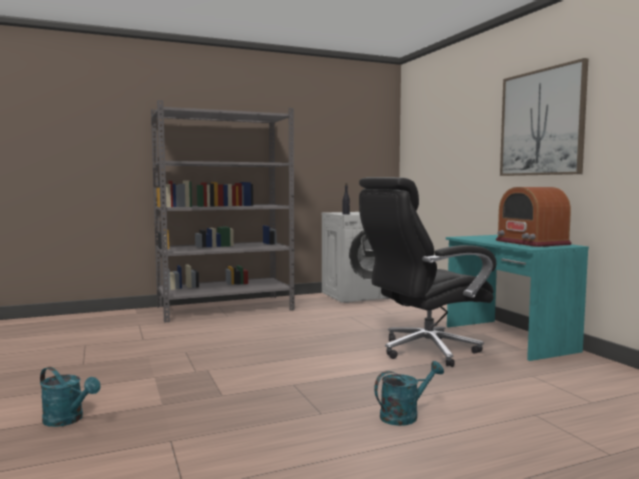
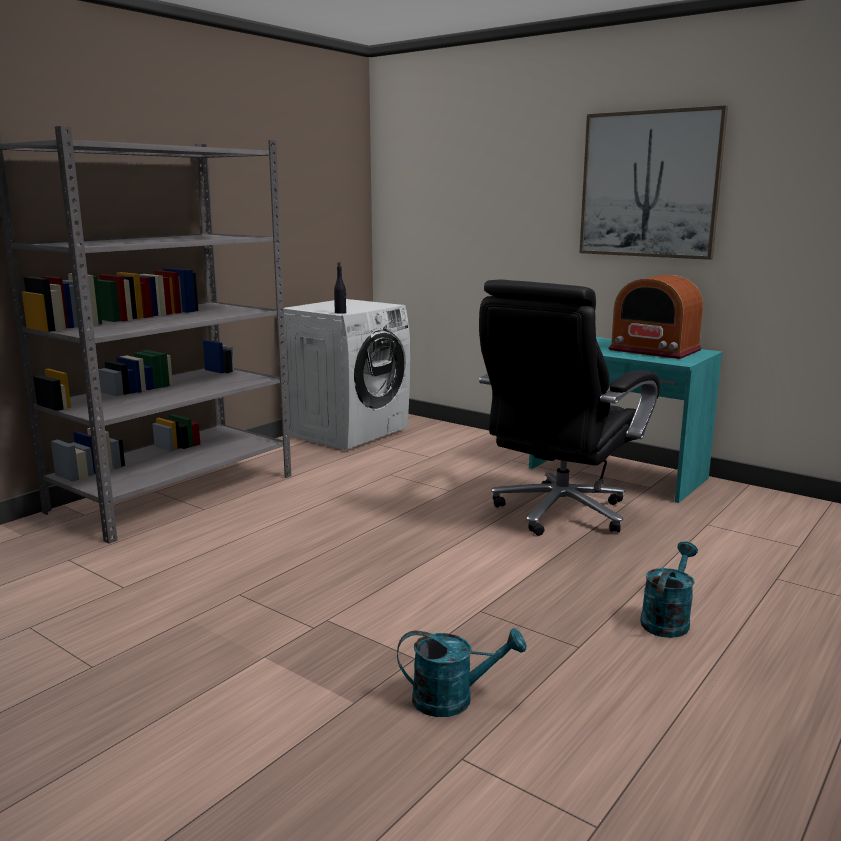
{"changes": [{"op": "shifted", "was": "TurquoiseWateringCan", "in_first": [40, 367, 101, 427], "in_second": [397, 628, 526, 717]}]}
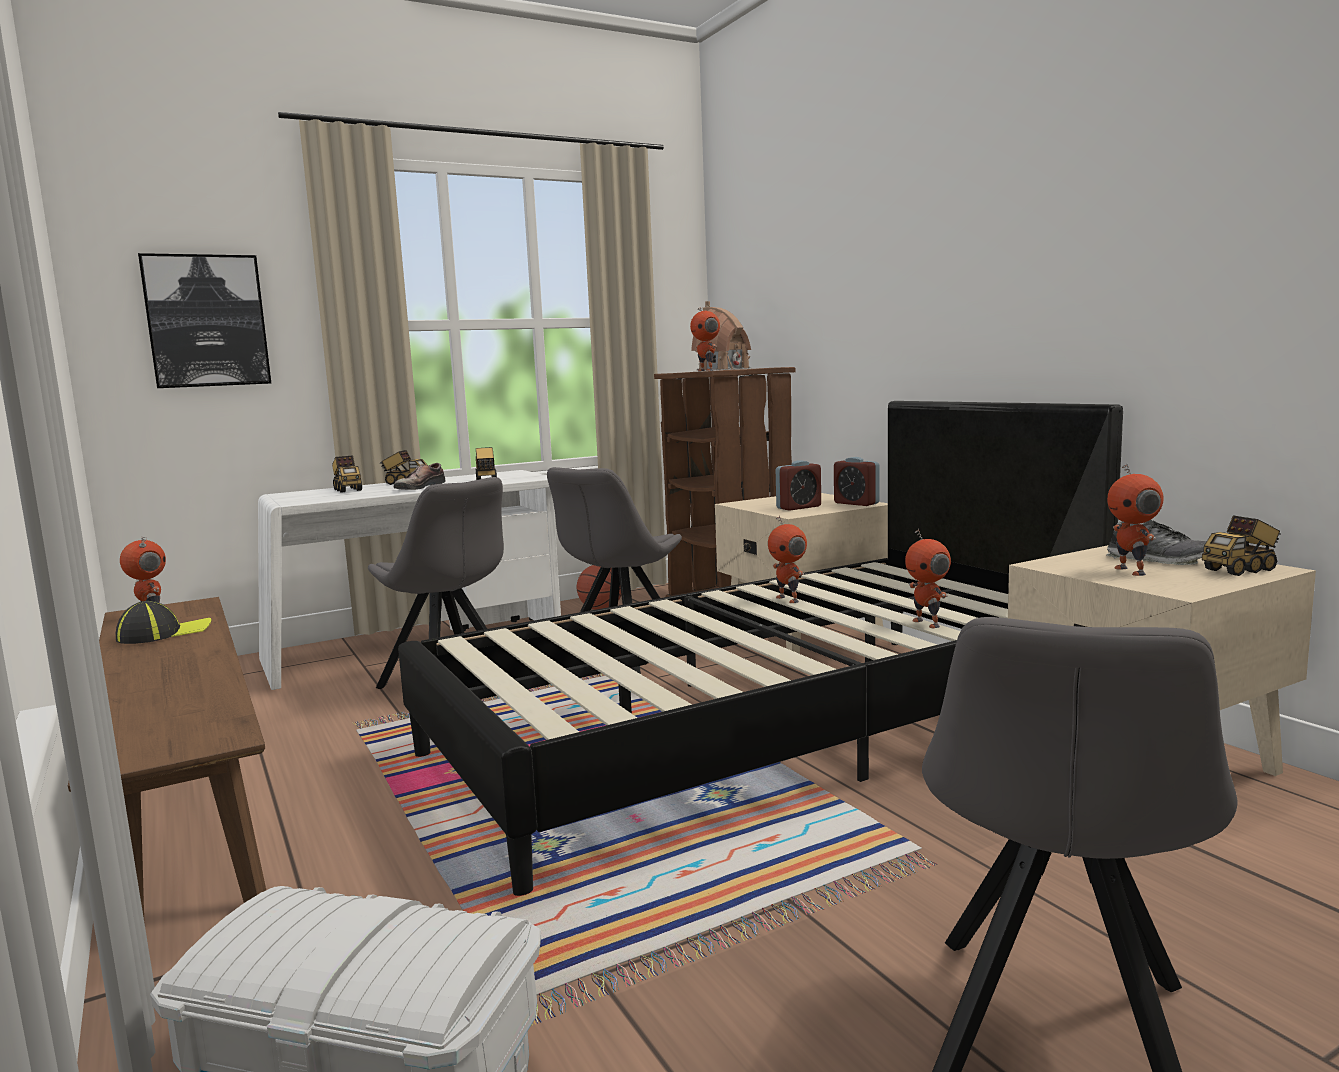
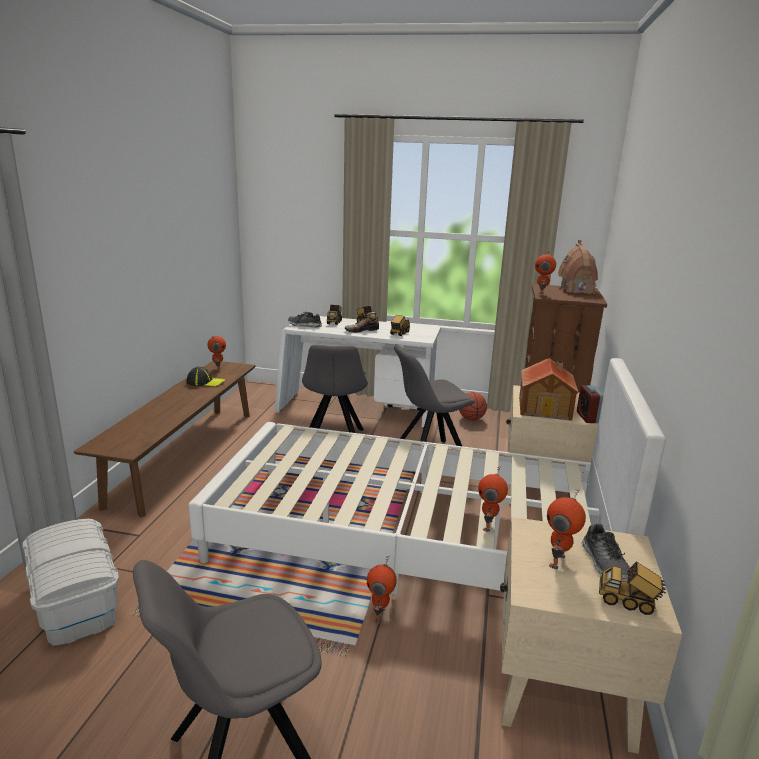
{"changes": [{"op": "repainted", "was": "BlackBed", "now": "WhiteBed", "in_first": [398, 401, 1123, 896], "in_second": [189, 358, 666, 595]}, {"op": "new", "now": "Shoe", "in_second": [288, 312, 322, 328]}, {"op": "shifted", "was": "ToyRobot", "in_first": [768, 515, 807, 603], "in_second": [367, 556, 397, 624]}, {"op": "swapped", "was": "AlarmClock", "now": "ToyHouse", "in_first": [776, 460, 821, 511], "in_second": [519, 358, 578, 421]}, {"op": "gone", "was": "Picture", "in_first": [138, 253, 271, 388]}]}
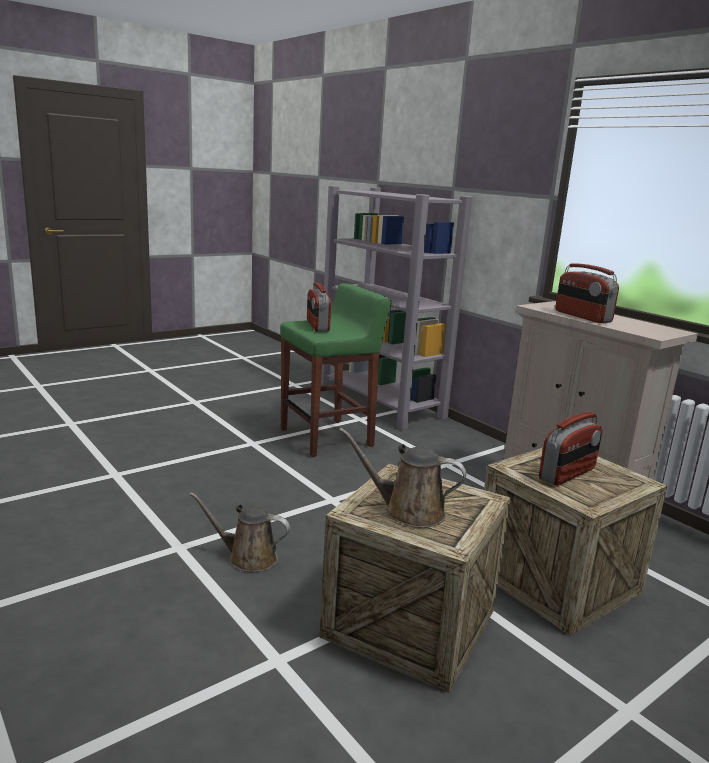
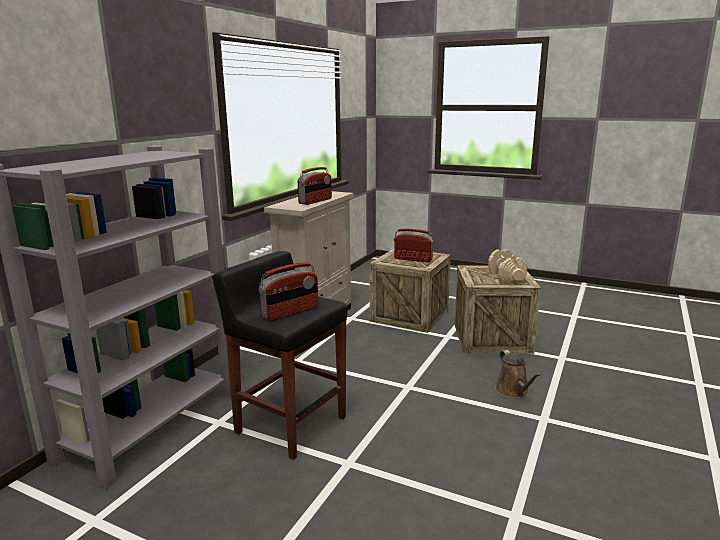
{"changes": [{"op": "repainted", "was": "GreenStool", "now": "BlackStool", "in_first": [280, 283, 392, 457], "in_second": [212, 251, 348, 460]}, {"op": "swapped", "was": "BrownWateringCan", "now": "BeigeDumbbell", "in_first": [339, 428, 466, 528], "in_second": [488, 249, 527, 283]}]}
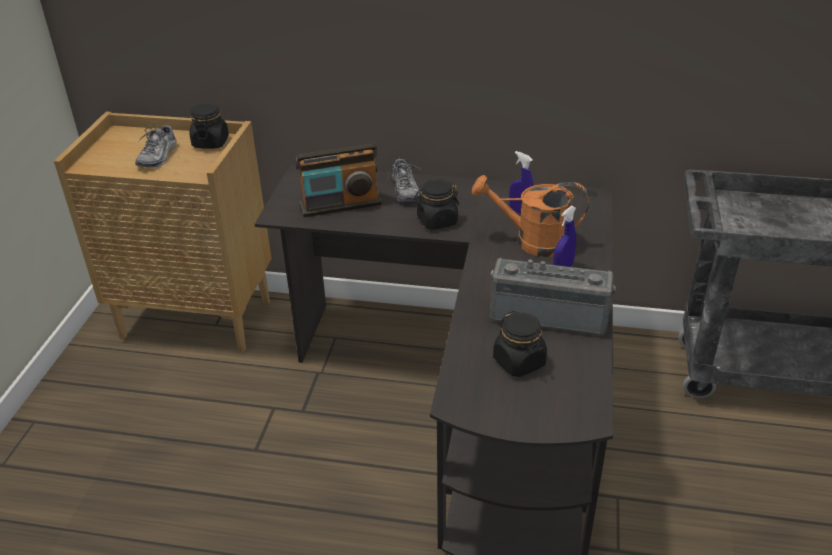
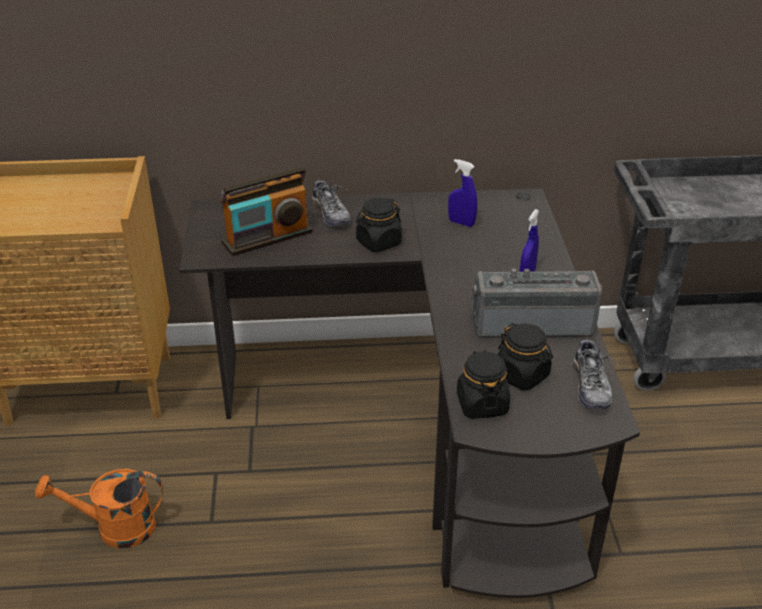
{"changes": [{"op": "shifted", "was": "OrangeWateringCan", "in_first": [472, 175, 589, 257], "in_second": [35, 469, 164, 548]}, {"op": "shifted", "was": "BlackJar", "in_first": [190, 103, 229, 149], "in_second": [457, 350, 510, 419]}, {"op": "shifted", "was": "Shoe", "in_first": [135, 125, 177, 168], "in_second": [570, 335, 619, 410]}]}
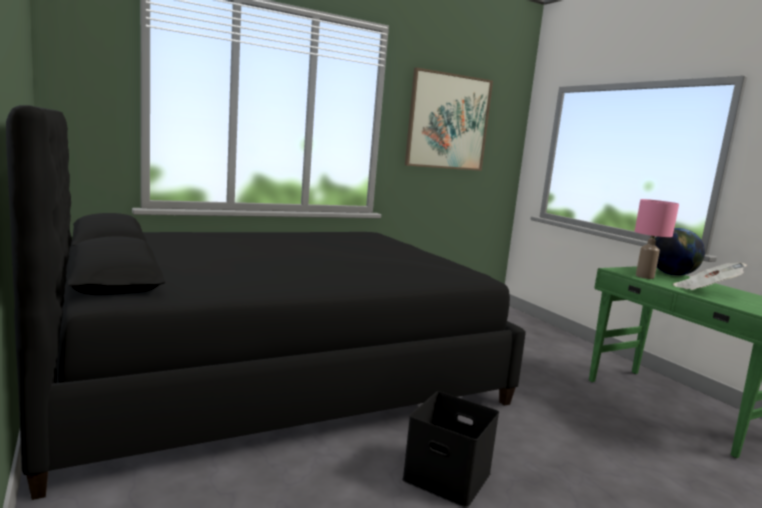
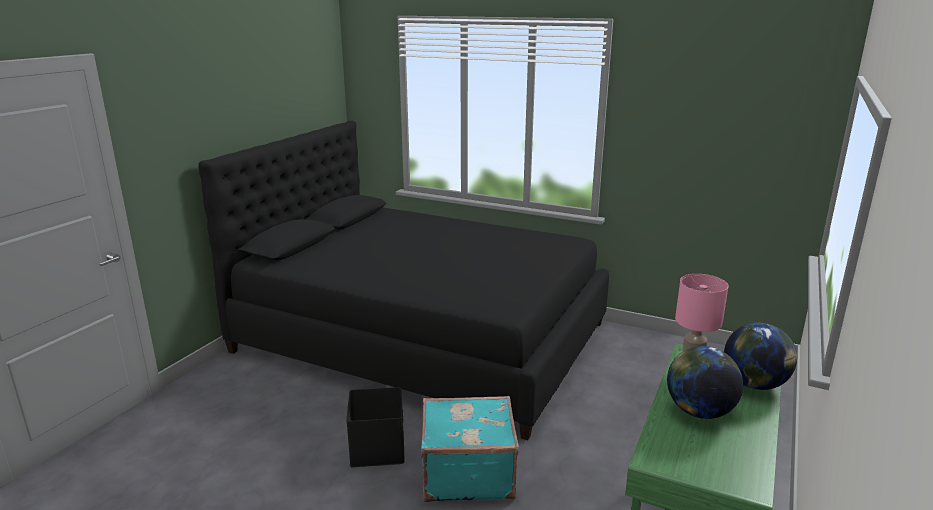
{"changes": [{"op": "new", "now": "TurquoiseSuitcase", "in_second": [421, 396, 519, 502]}, {"op": "swapped", "was": "Newspaper", "now": "Globe", "in_first": [673, 263, 747, 290], "in_second": [667, 346, 743, 419]}, {"op": "gone", "was": "Picture", "in_first": [405, 67, 493, 171]}]}
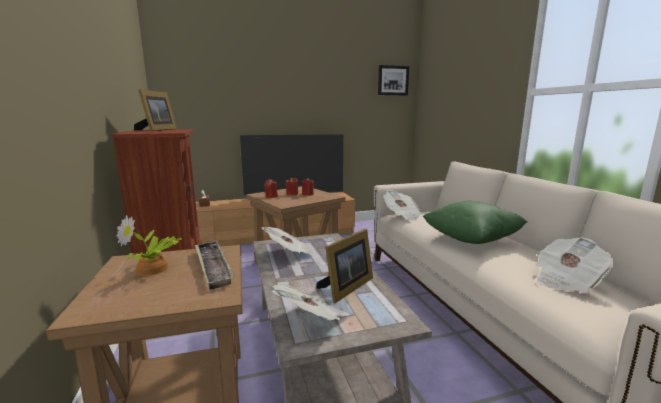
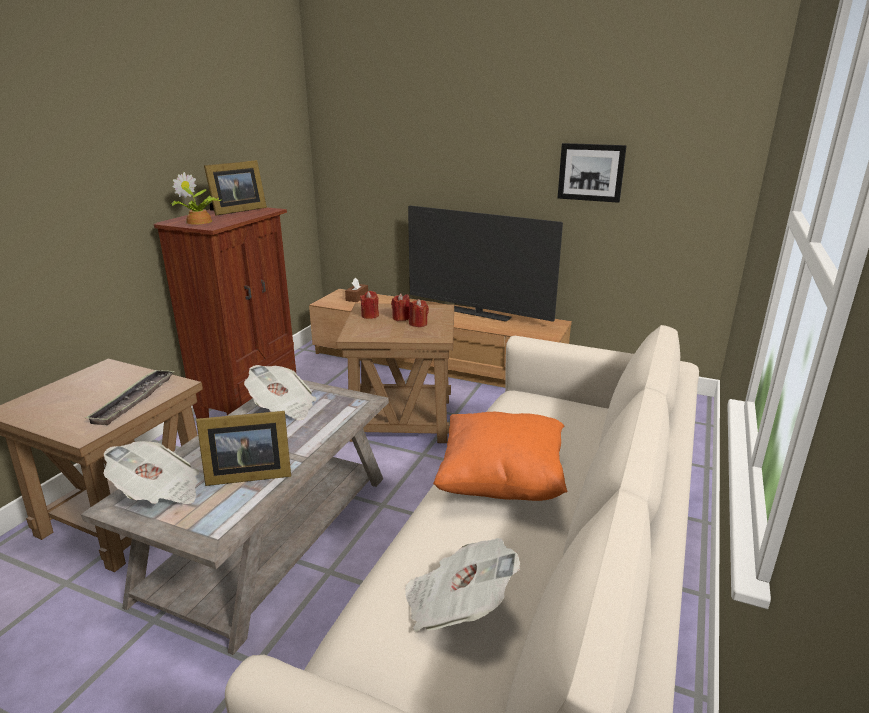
{"changes": [{"op": "shifted", "was": "PottedPlant", "in_first": [116, 215, 182, 276], "in_second": [169, 172, 222, 225]}, {"op": "repainted", "was": "GreenPillow", "now": "OrangePillow", "in_first": [423, 201, 528, 244], "in_second": [433, 412, 568, 501]}, {"op": "shifted", "was": "Picture", "in_first": [378, 65, 409, 96], "in_second": [558, 143, 627, 203]}, {"op": "gone", "was": "Newspaper", "in_first": [383, 190, 422, 221]}]}
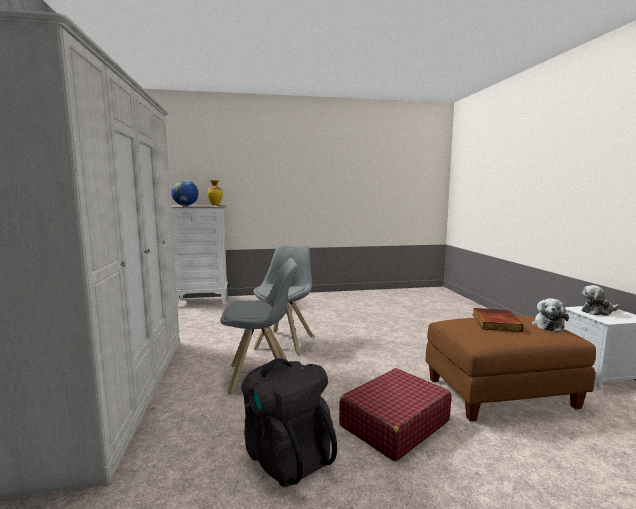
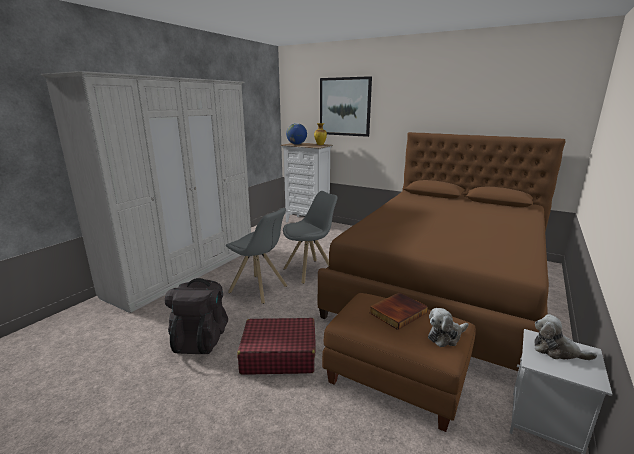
{"changes": [{"op": "new", "now": "BrownBed", "in_second": [318, 132, 566, 371]}, {"op": "new", "now": "Picture", "in_second": [320, 76, 372, 137]}]}
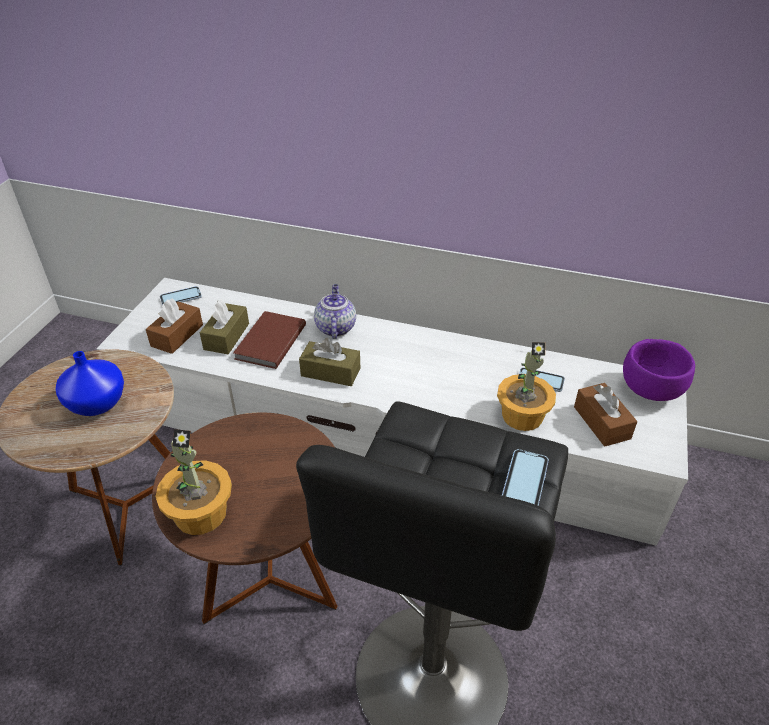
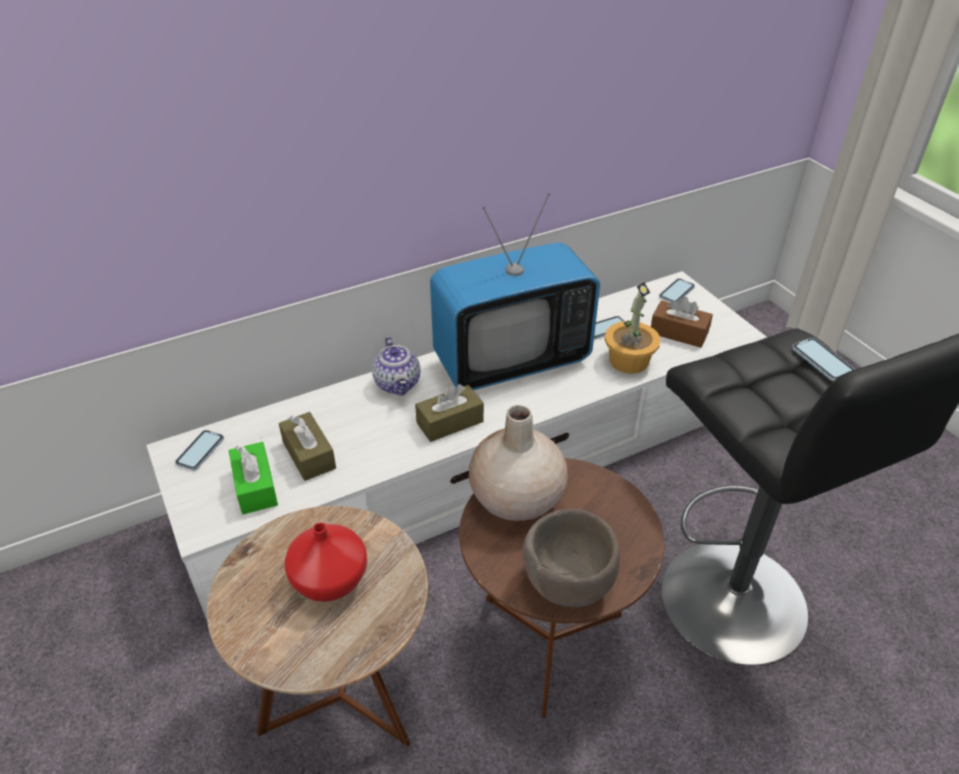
{"changes": [{"op": "repainted", "was": "BrownTissueBox", "now": "GreenTissueBox", "in_first": [146, 299, 203, 354], "in_second": [228, 442, 278, 514]}, {"op": "repainted", "was": "BlueVase", "now": "RedVase", "in_first": [56, 351, 124, 416], "in_second": [285, 523, 367, 602]}, {"op": "rotated", "was": "Teapot", "in_first": [314, 284, 356, 339], "in_second": [372, 337, 421, 396], "clockwise": -150}, {"op": "new", "now": "Television", "in_second": [430, 193, 600, 390]}, {"op": "new", "now": "BeigeVase", "in_second": [469, 405, 568, 521]}, {"op": "swapped", "was": "PottedPlant", "now": "BrownBowl", "in_first": [155, 429, 232, 535], "in_second": [523, 508, 620, 607]}, {"op": "swapped", "was": "PurpleBowl", "now": "Phone", "in_first": [623, 339, 695, 401], "in_second": [659, 278, 695, 302]}, {"op": "gone", "was": "BrownBook", "in_first": [233, 311, 306, 369]}]}
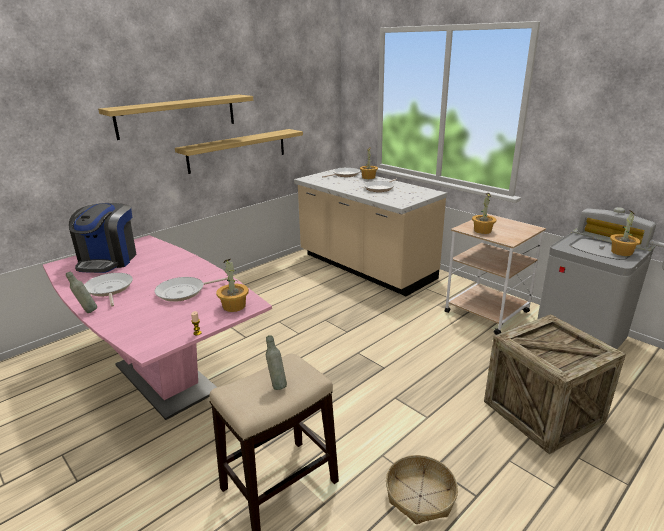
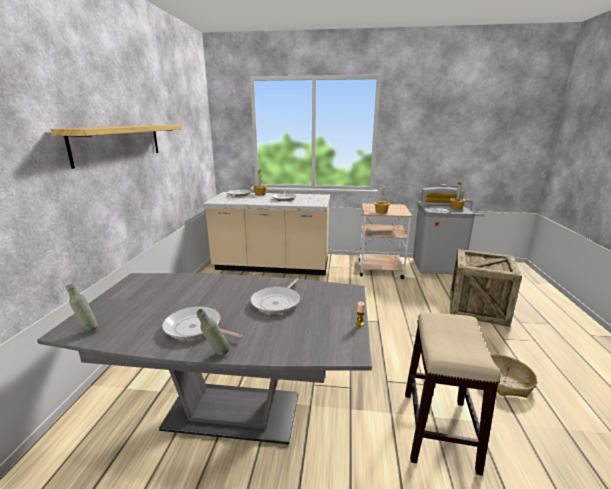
{"changes": [{"op": "repainted", "was": "PinkDiningTable", "now": "GreyDiningTable", "in_first": [43, 235, 272, 420], "in_second": [37, 273, 372, 445]}, {"op": "shifted", "was": "GreyBottle", "in_first": [266, 335, 287, 390], "in_second": [66, 284, 99, 332]}, {"op": "gone", "was": "CoffeeMachine", "in_first": [69, 203, 136, 273]}, {"op": "gone", "was": "Shelf", "in_first": [175, 129, 303, 174]}, {"op": "gone", "was": "PottedPlant", "in_first": [216, 259, 249, 312]}]}
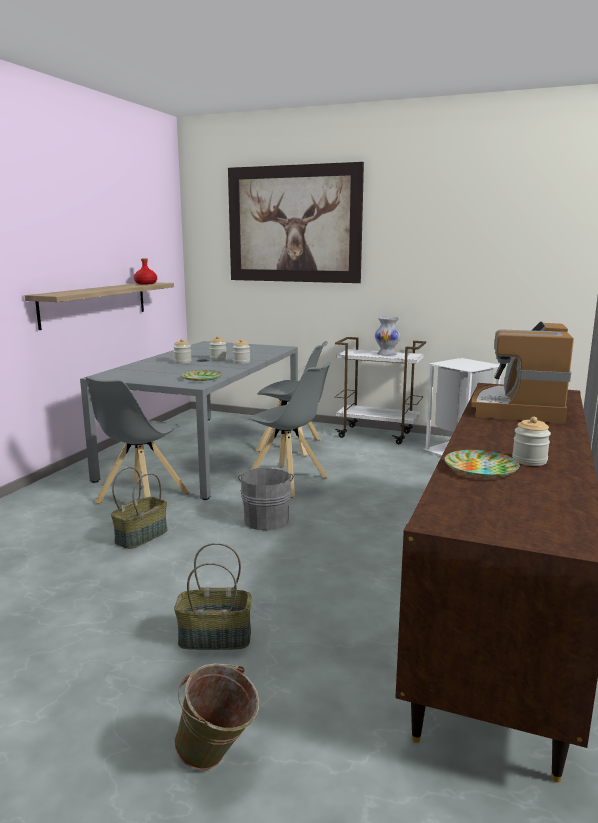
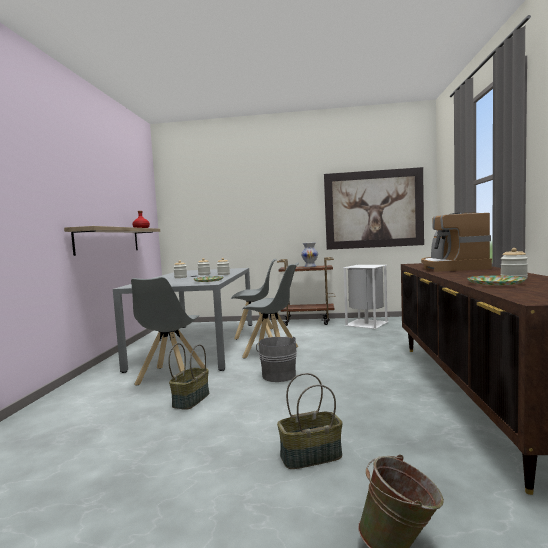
{"changes": [{"op": "repainted", "was": "WhiteCart", "now": "BrownCart", "in_first": [335, 337, 426, 444], "in_second": [277, 257, 336, 326]}, {"op": "shifted", "was": "Picture", "in_first": [228, 162, 364, 283], "in_second": [324, 167, 424, 250]}]}
